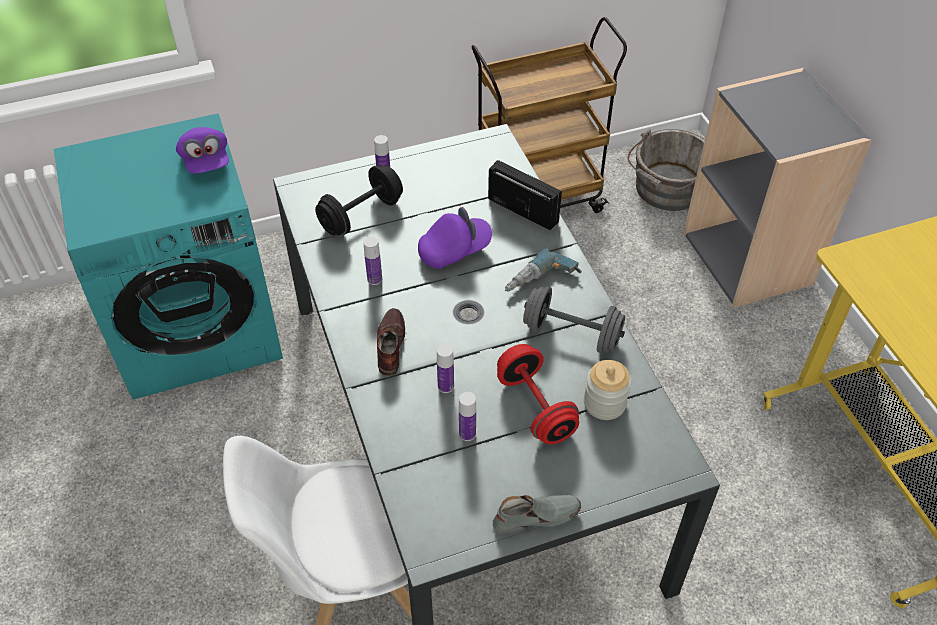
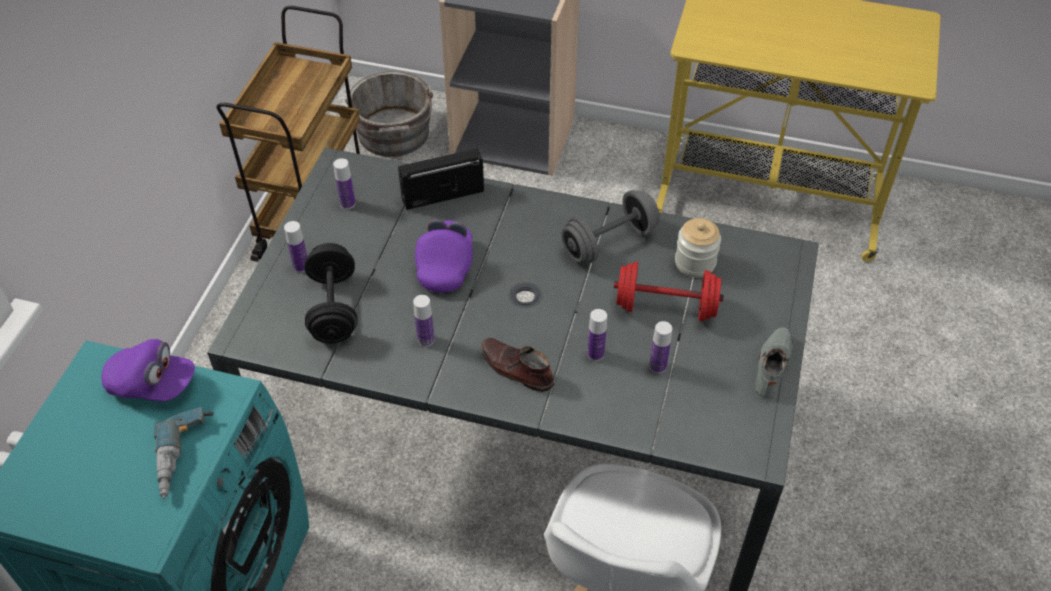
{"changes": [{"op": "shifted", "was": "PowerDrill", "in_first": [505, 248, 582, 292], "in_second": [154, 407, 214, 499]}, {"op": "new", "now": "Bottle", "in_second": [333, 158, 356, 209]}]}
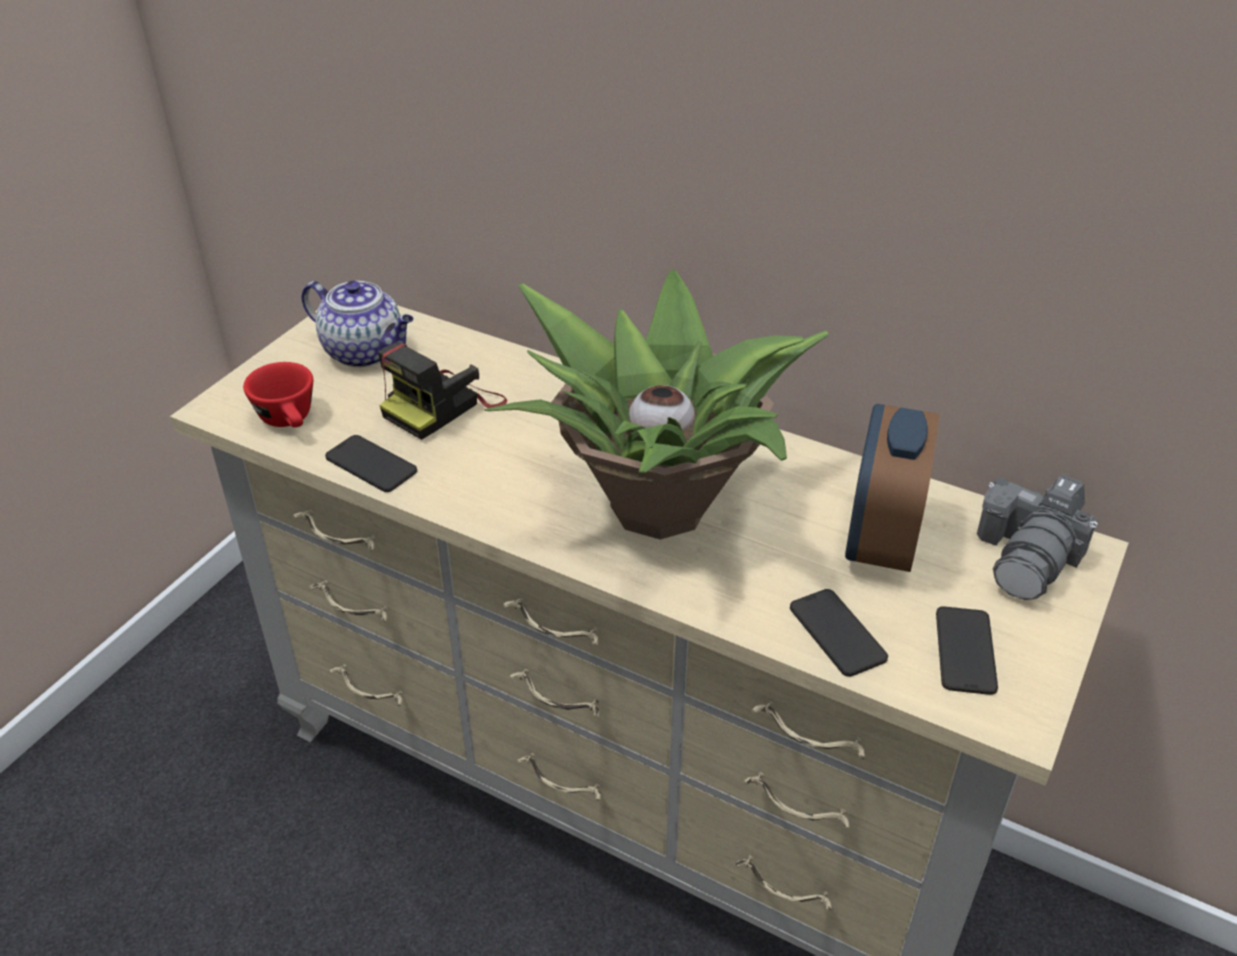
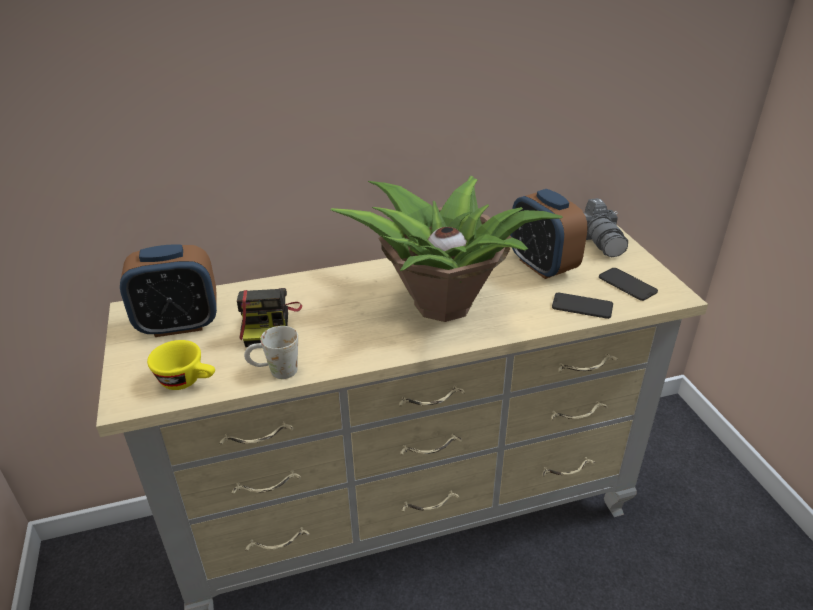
{"changes": [{"op": "swapped", "was": "Teapot", "now": "AlarmClock", "in_first": [301, 281, 414, 368], "in_second": [120, 244, 217, 337]}, {"op": "repainted", "was": "RedCup", "now": "YellowCup", "in_first": [243, 362, 313, 427], "in_second": [147, 340, 215, 390]}, {"op": "swapped", "was": "Phone", "now": "WhiteMug", "in_first": [325, 435, 417, 492], "in_second": [244, 326, 298, 379]}]}
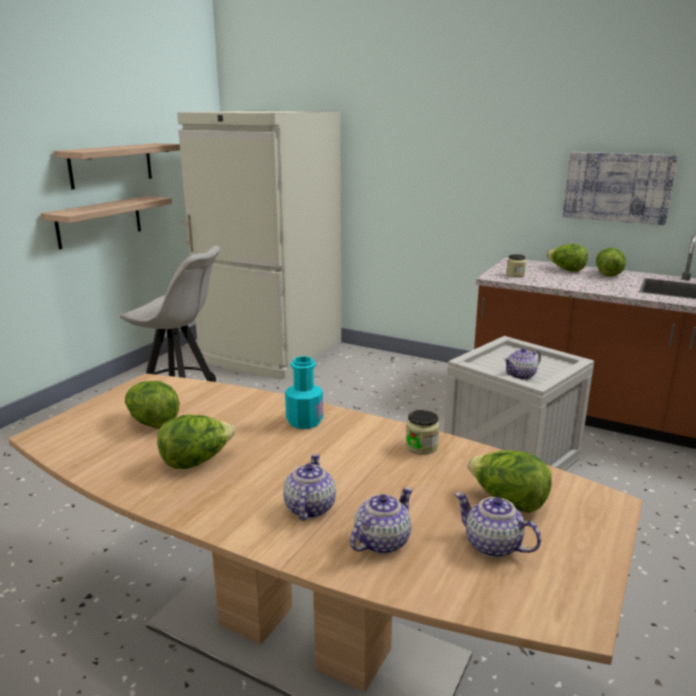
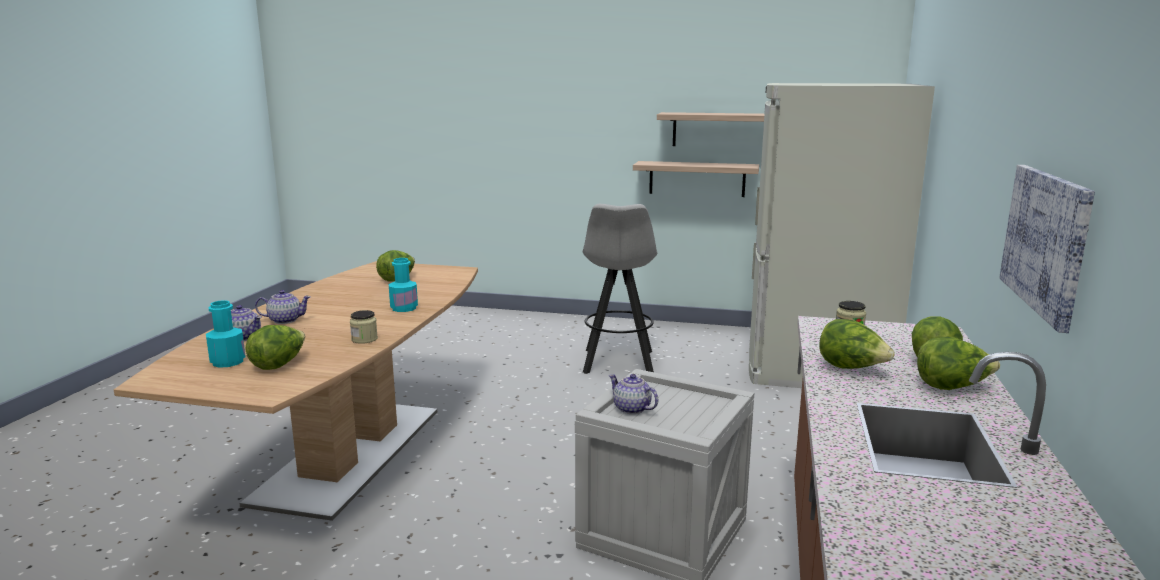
{"changes": [{"op": "swapped", "was": "Teapot", "now": "TurquoiseBottle", "in_first": [455, 492, 541, 558], "in_second": [206, 300, 246, 368]}, {"op": "shifted", "was": "Lettuce", "in_first": [157, 414, 235, 469], "in_second": [820, 319, 895, 369]}]}
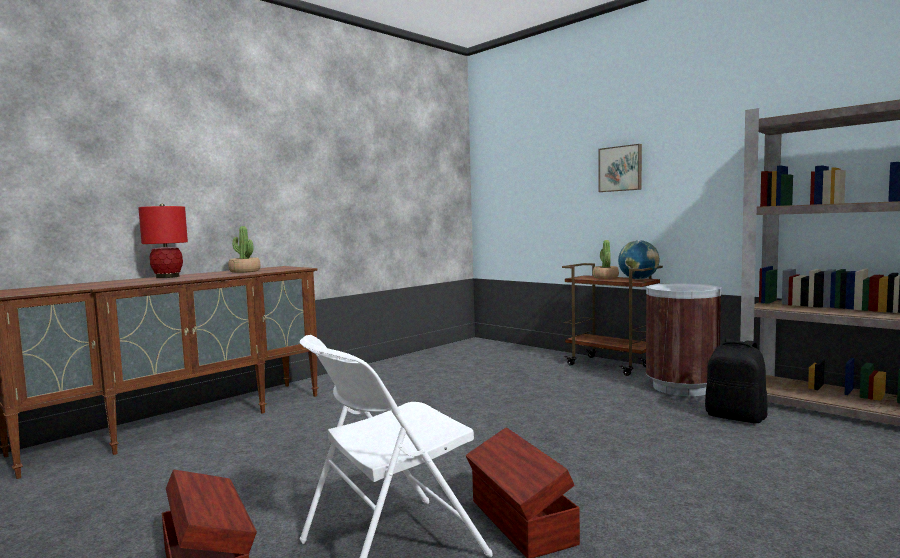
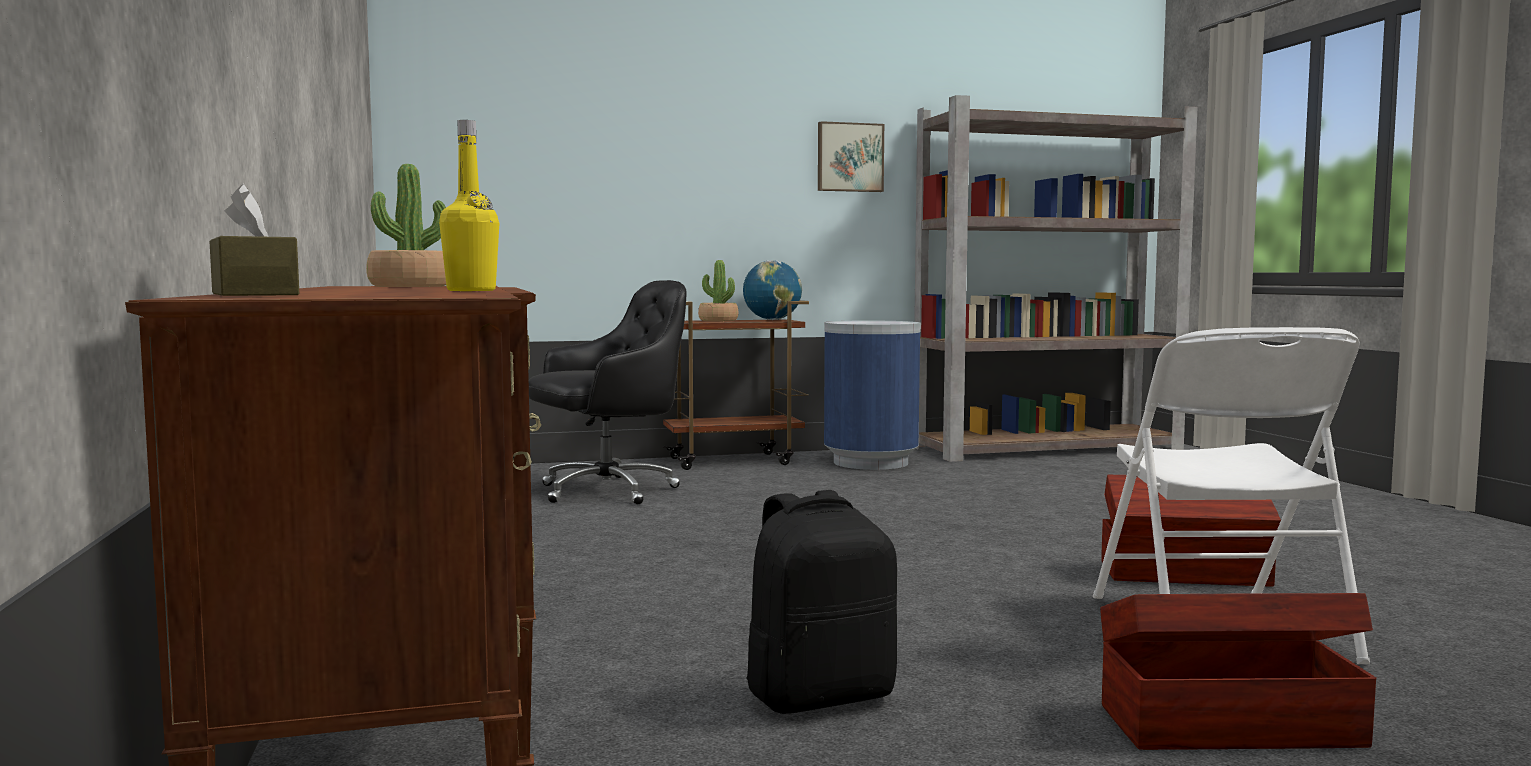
{"changes": [{"op": "new", "now": "BrownTissueBox", "in_second": [209, 184, 299, 296]}, {"op": "new", "now": "YellowBottle", "in_second": [439, 120, 499, 291]}, {"op": "new", "now": "BlackOfficeChair", "in_second": [529, 280, 687, 504]}, {"op": "shifted", "was": "BlackBackpack", "in_first": [705, 339, 767, 423], "in_second": [746, 490, 897, 714]}, {"op": "shifted", "was": "Picture", "in_first": [598, 144, 642, 192], "in_second": [818, 121, 884, 192]}, {"op": "repainted", "was": "BrownTrashCan", "now": "BlueTrashCan", "in_first": [646, 283, 721, 396], "in_second": [824, 320, 921, 470]}, {"op": "gone", "was": "RedTableLamp", "in_first": [138, 203, 188, 278]}]}
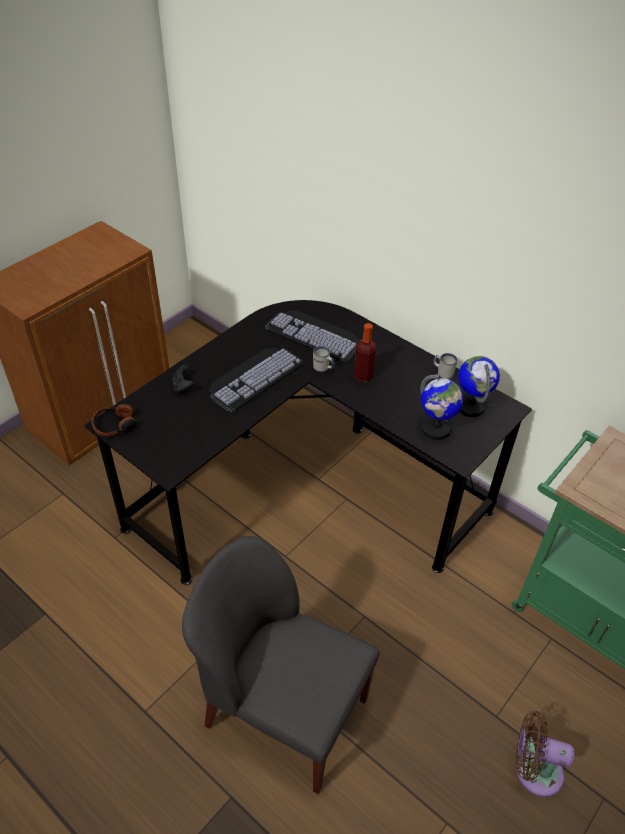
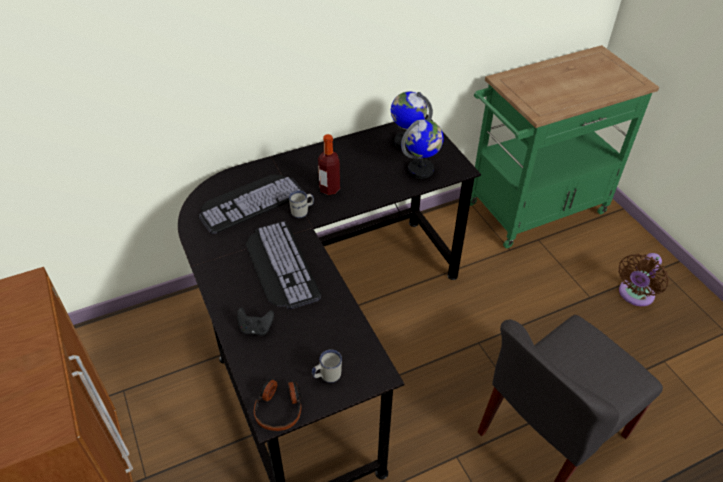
{"changes": [{"op": "shifted", "was": "WhiteMug", "in_first": [433, 353, 458, 379], "in_second": [312, 350, 342, 383]}]}
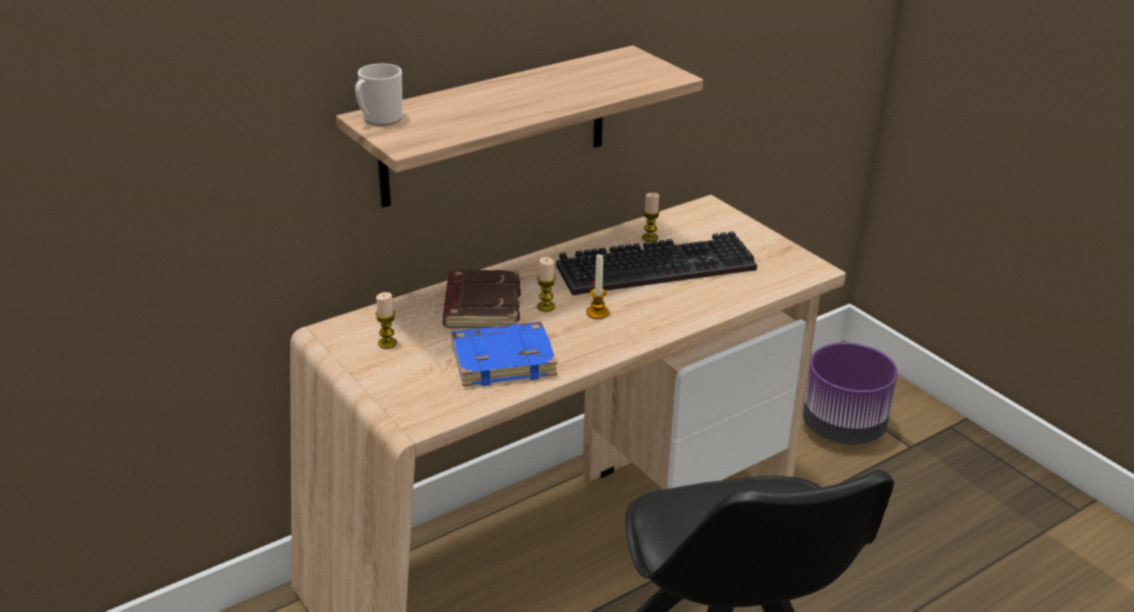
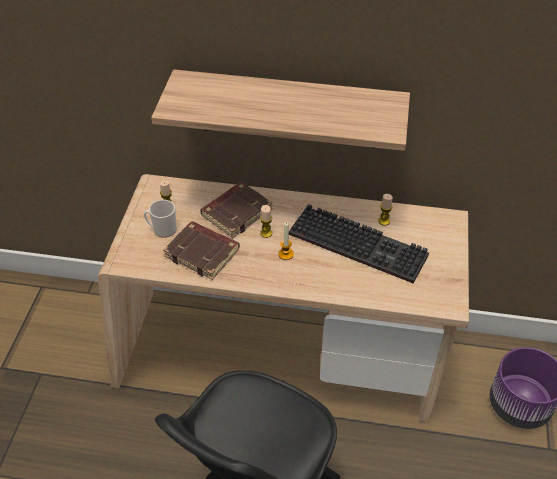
{"changes": [{"op": "shifted", "was": "Mug", "in_first": [355, 63, 402, 126], "in_second": [144, 200, 177, 238]}, {"op": "repainted", "was": "BlueBook", "now": "BrownBook", "in_first": [452, 322, 558, 386], "in_second": [163, 221, 240, 280]}]}
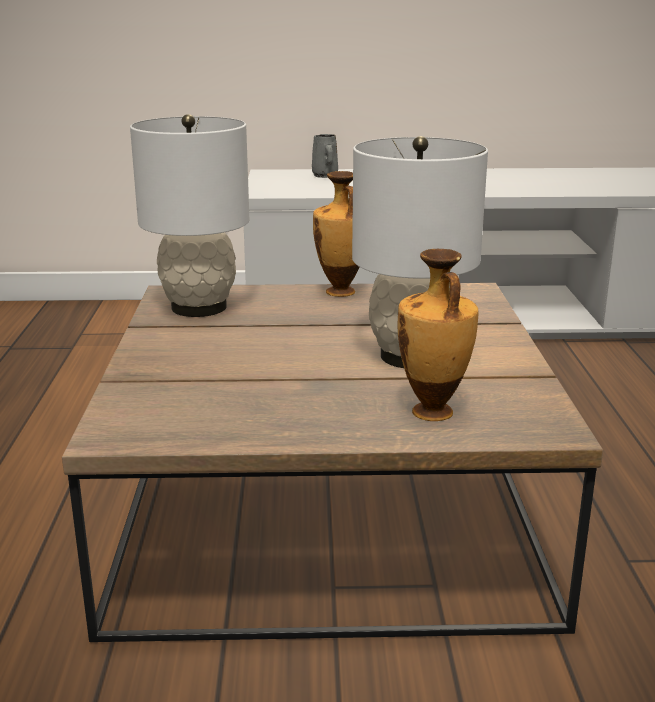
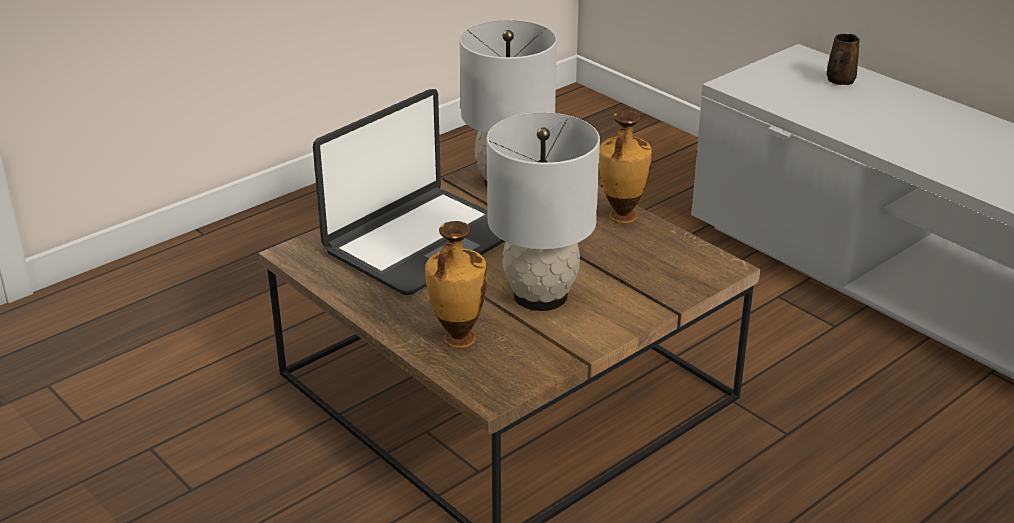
{"changes": [{"op": "new", "now": "Laptop", "in_second": [313, 89, 505, 295]}, {"op": "repainted", "was": "GreyMug", "now": "BrownMug", "in_first": [312, 134, 338, 178], "in_second": [827, 34, 860, 85]}]}
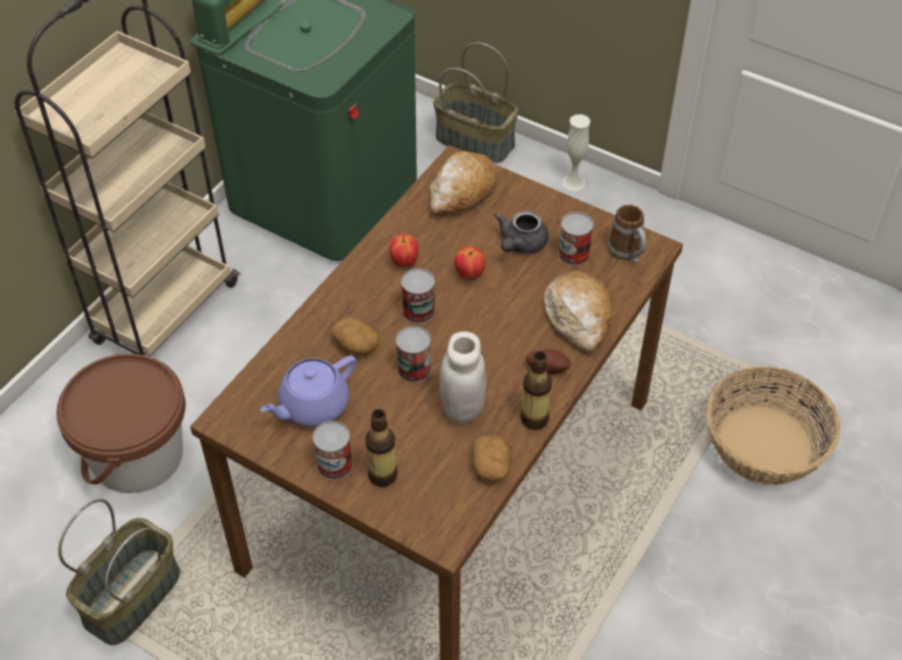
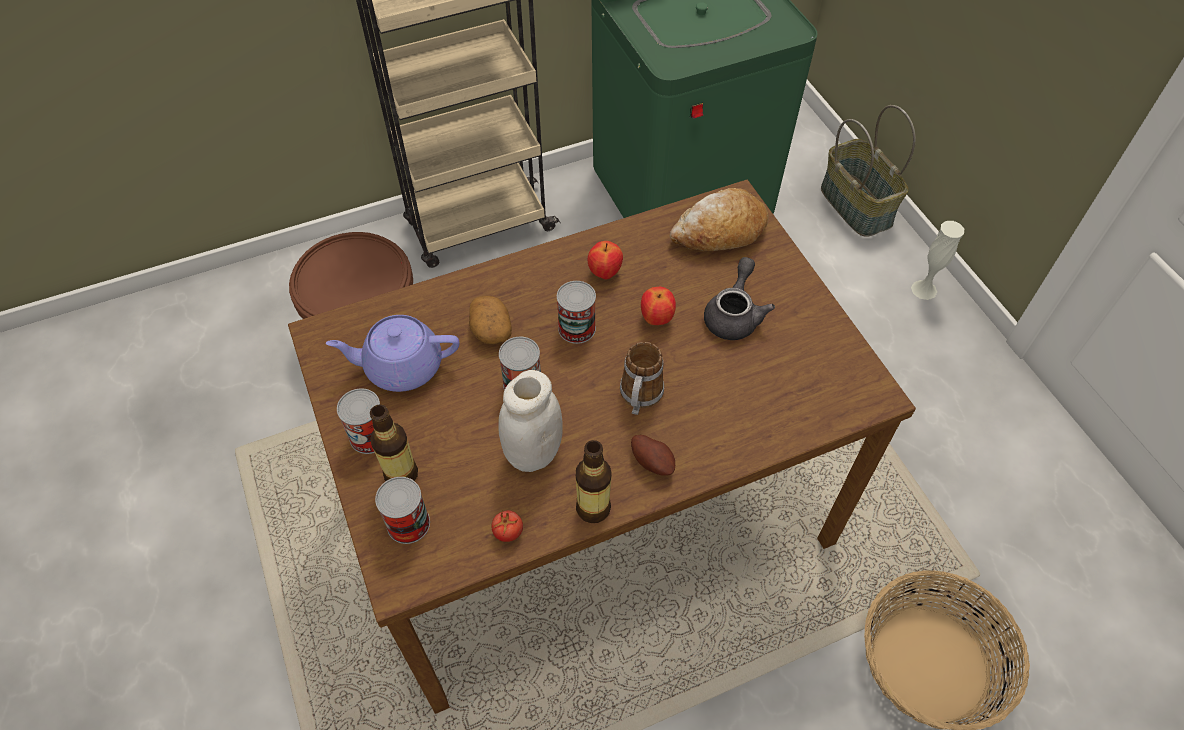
{"changes": [{"op": "shifted", "was": "Can", "in_first": [558, 212, 593, 266], "in_second": [375, 477, 430, 544]}, {"op": "swapped", "was": "Potato", "now": "Tomato", "in_first": [472, 435, 511, 481], "in_second": [491, 509, 523, 542]}, {"op": "shifted", "was": "Mug", "in_first": [608, 204, 646, 263], "in_second": [620, 342, 664, 415]}, {"op": "rotated", "was": "GreyTeapot", "in_first": [494, 210, 549, 254], "in_second": [704, 257, 775, 340], "clockwise": 135}, {"op": "gone", "was": "Basket", "in_first": [58, 499, 180, 645]}, {"op": "gone", "was": "Bread", "in_first": [544, 271, 612, 352]}]}
